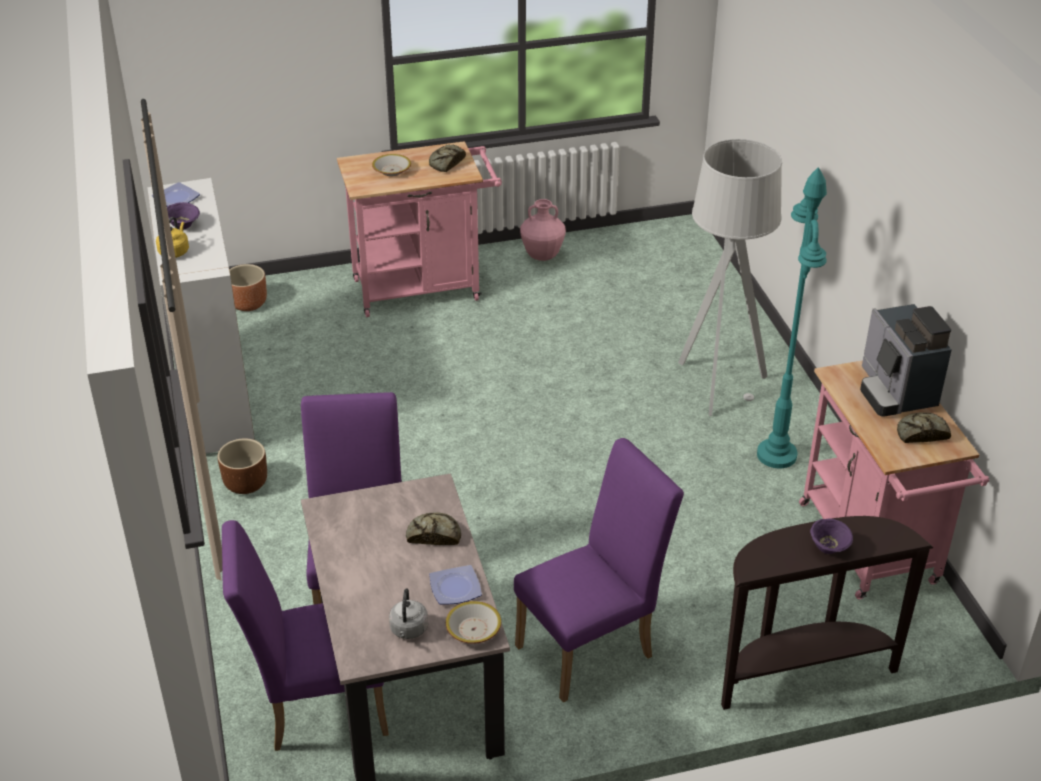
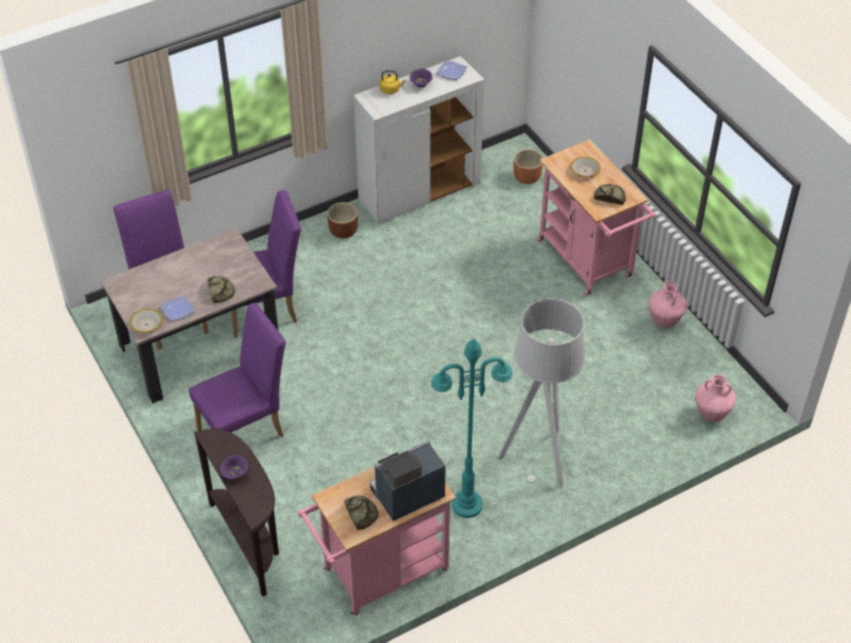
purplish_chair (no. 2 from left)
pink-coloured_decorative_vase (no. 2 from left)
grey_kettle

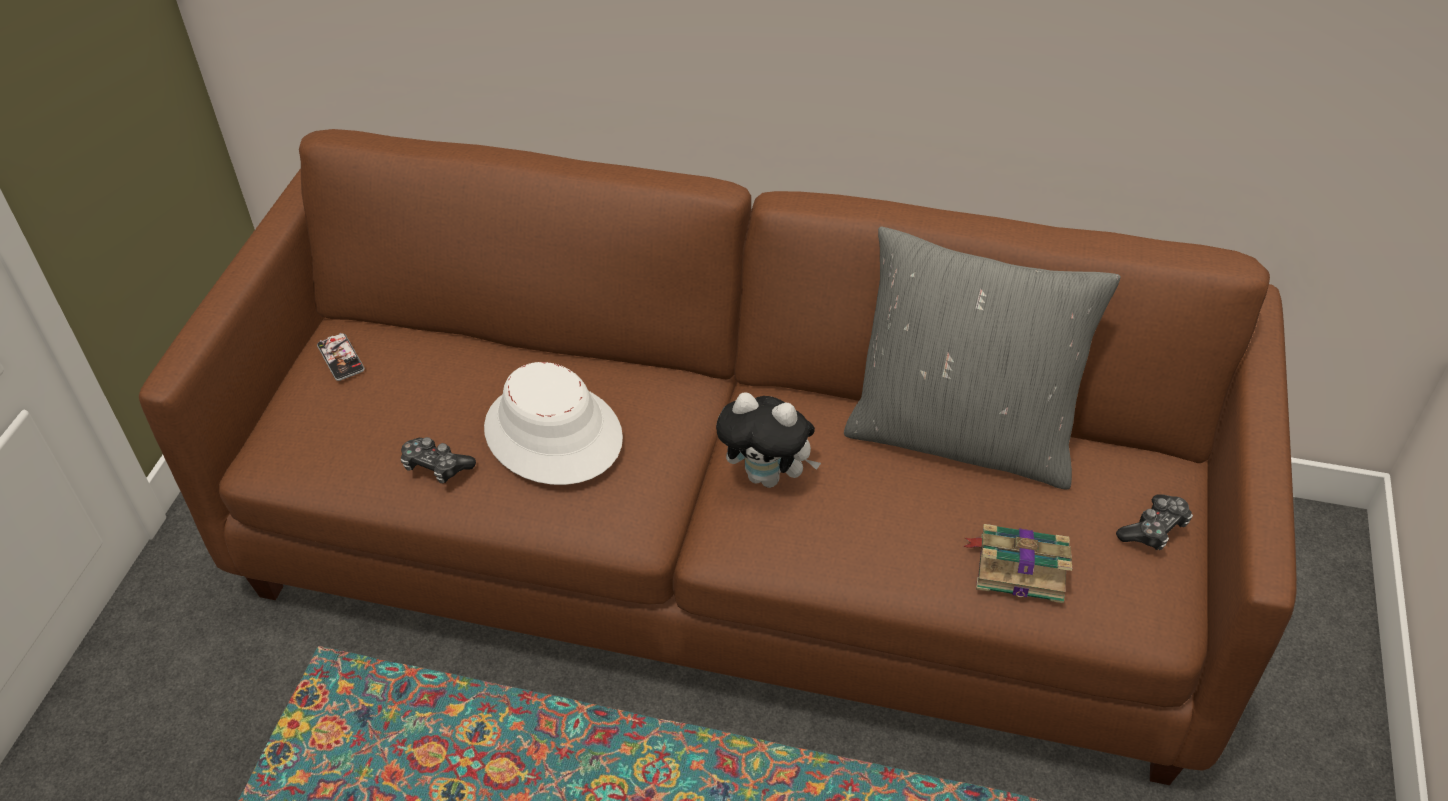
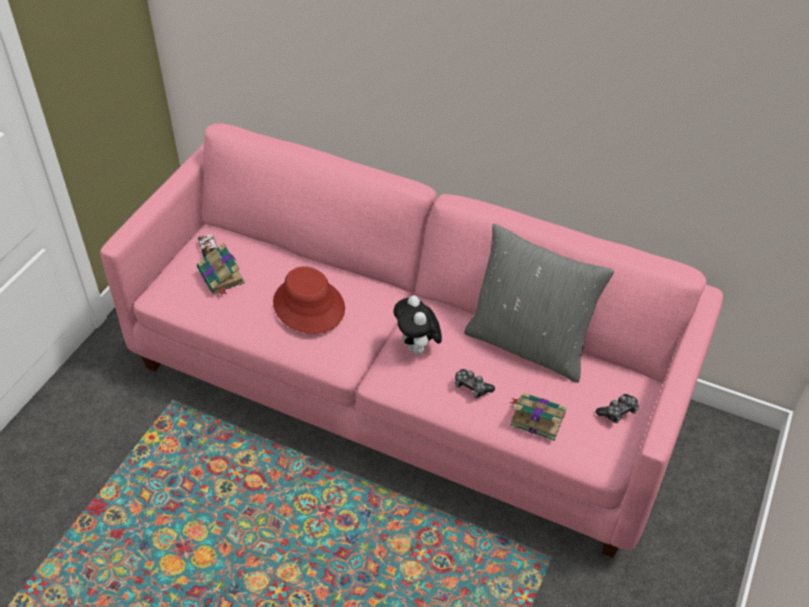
pink-coloured_couch
bound_book (no. 1 from left)
red-coloured_wearable_hat
soft_toy
joypad (no. 1 from left)

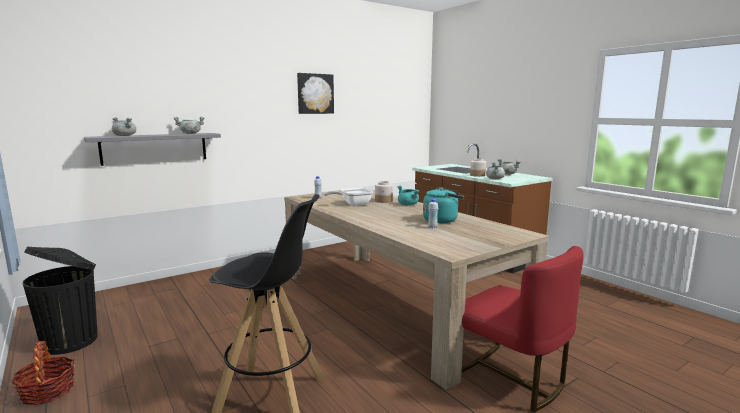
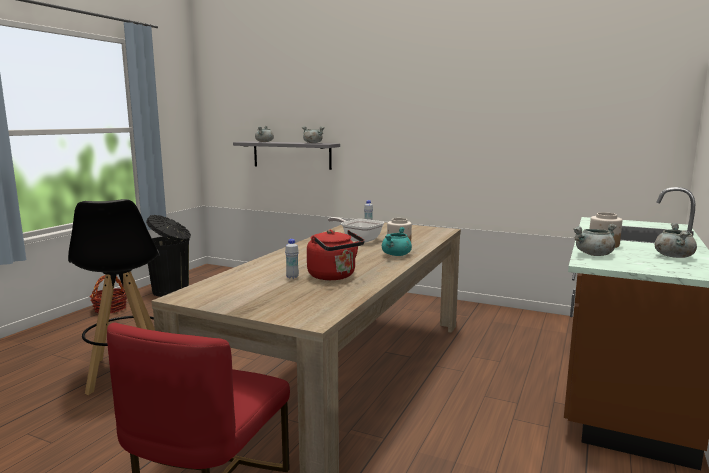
red-coloured_kettle
wall_art

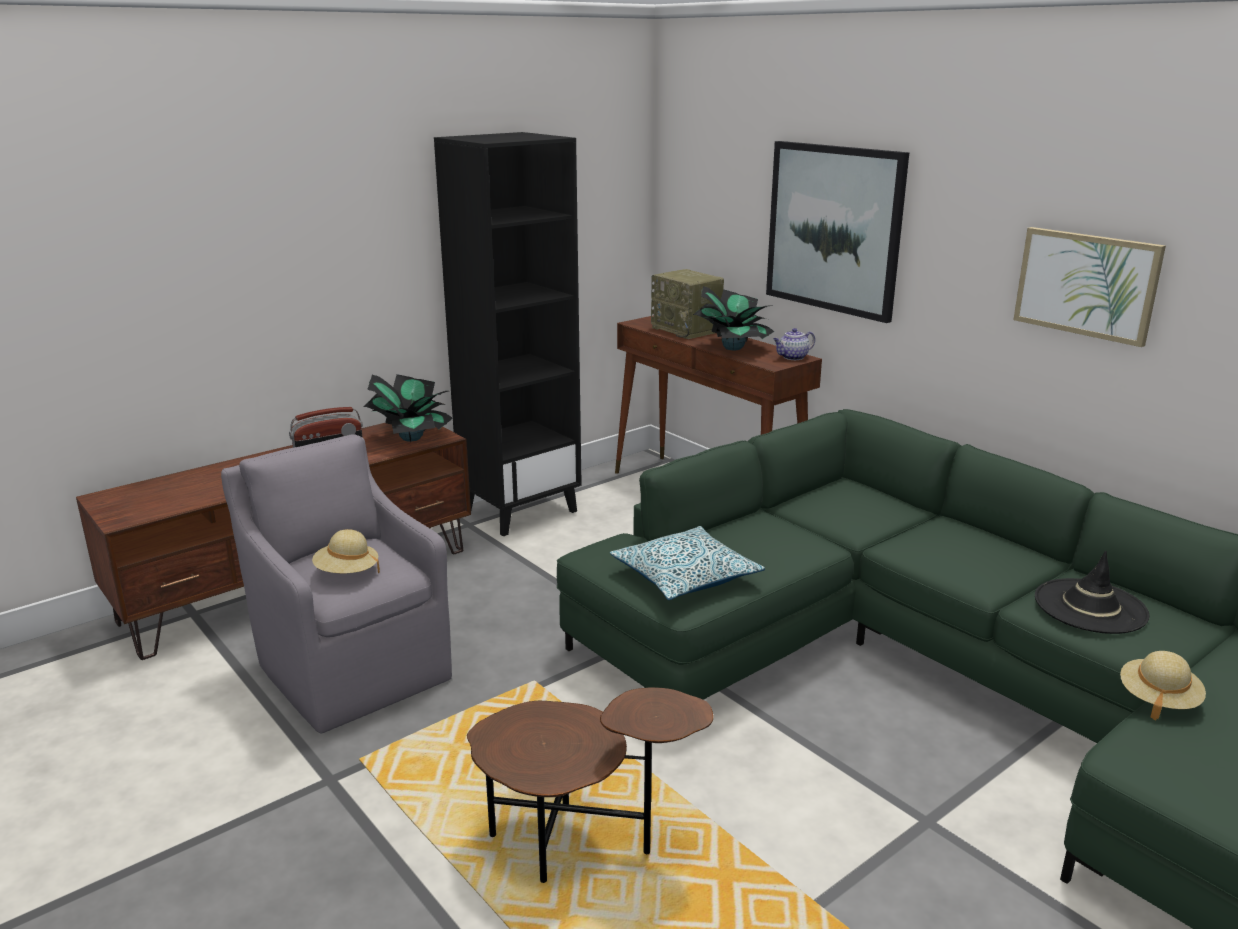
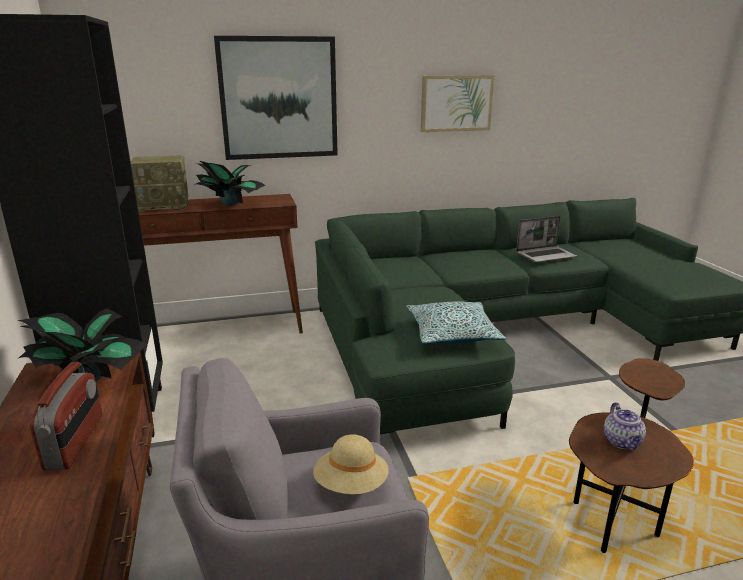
notebook_computer
pot_for_tea
sand-coloured_wearable_hat (no. 2 from left in the first image)

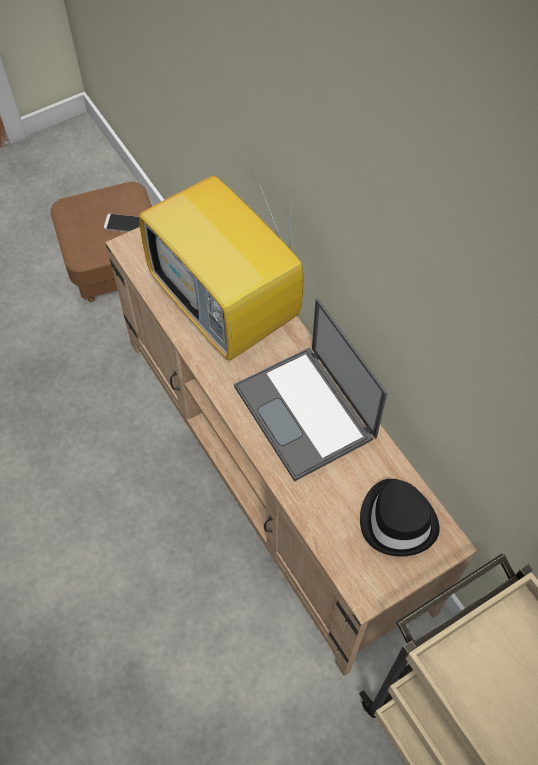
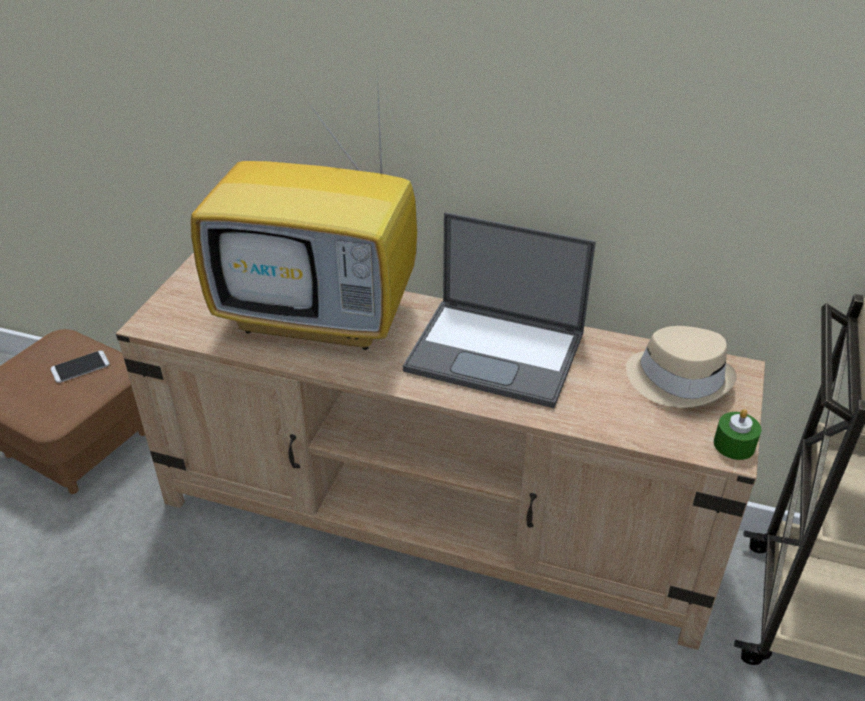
sand-coloured_wearable_hat
green-coloured_candle

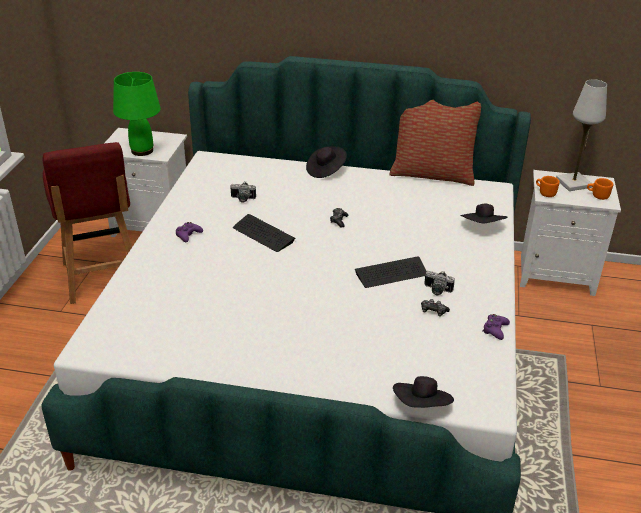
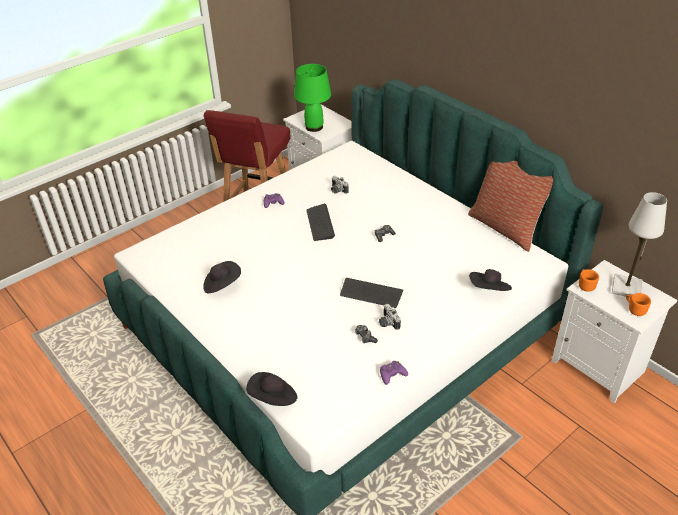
black_wearable_hat (no. 1 from left)

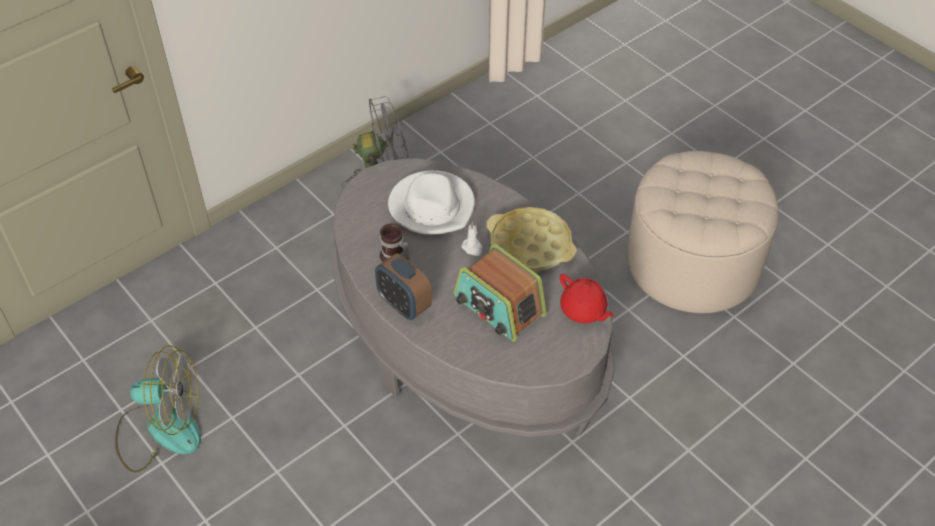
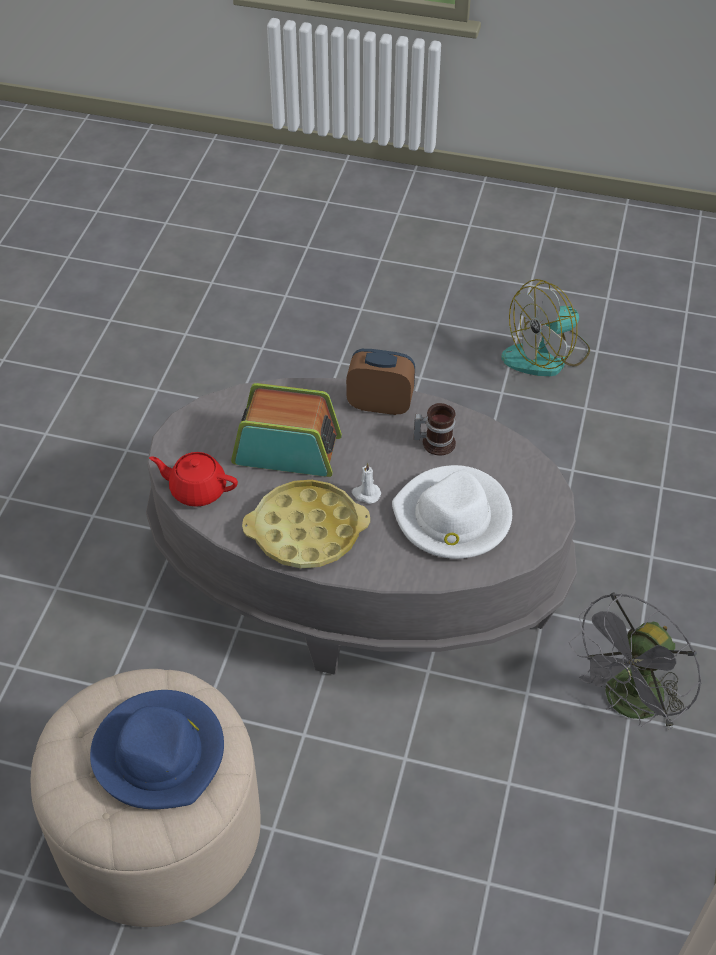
blue-coloured_wearable_hat

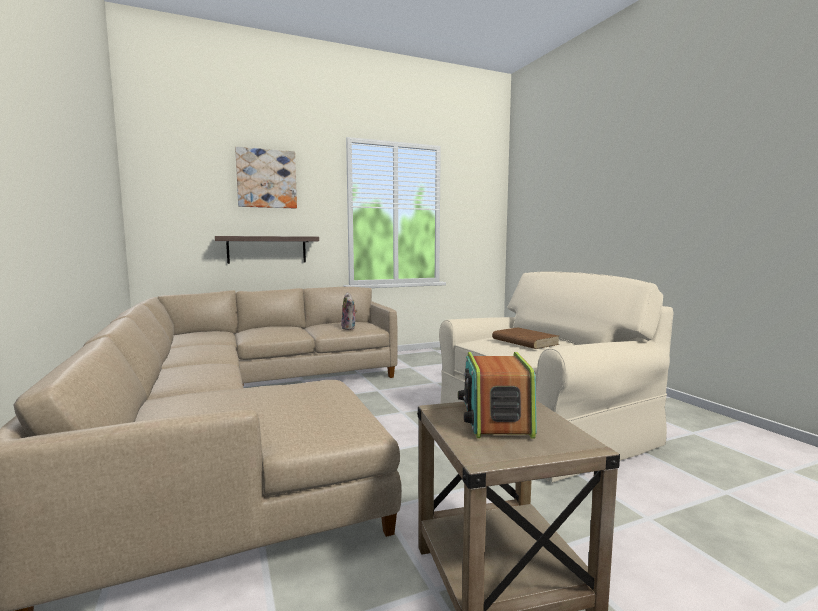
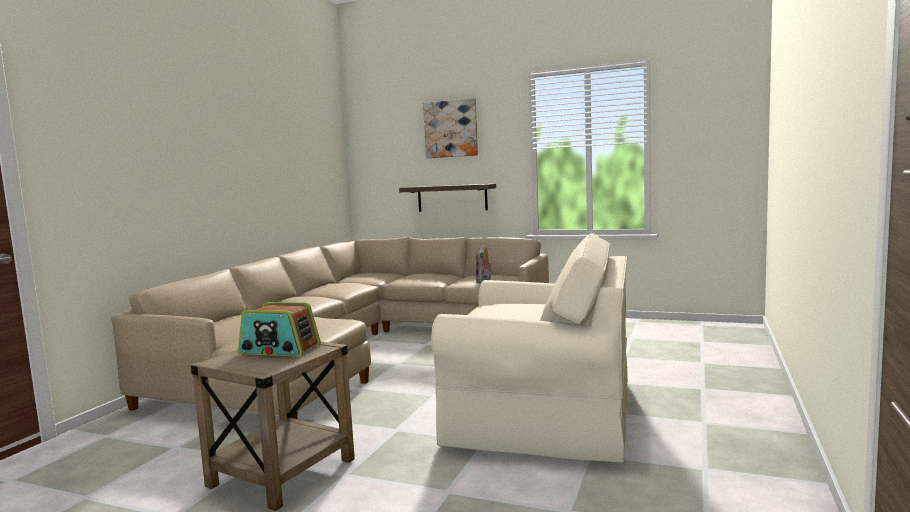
radio
brown-coloured_bound_book

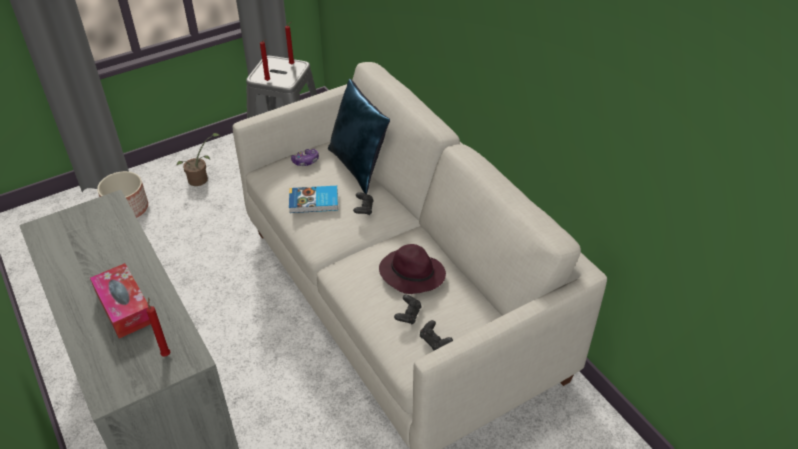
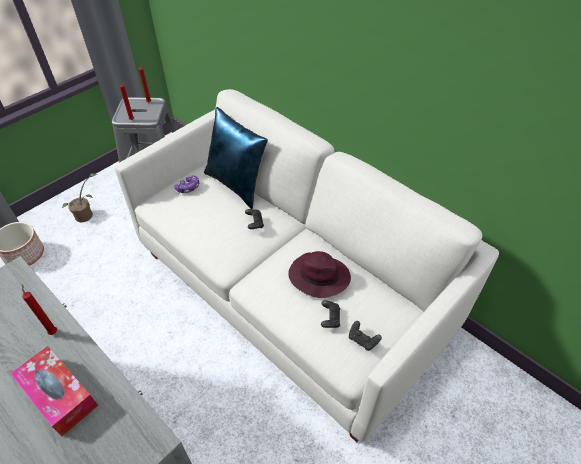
red-coloured_candle (no. 1 from left)
bound_book

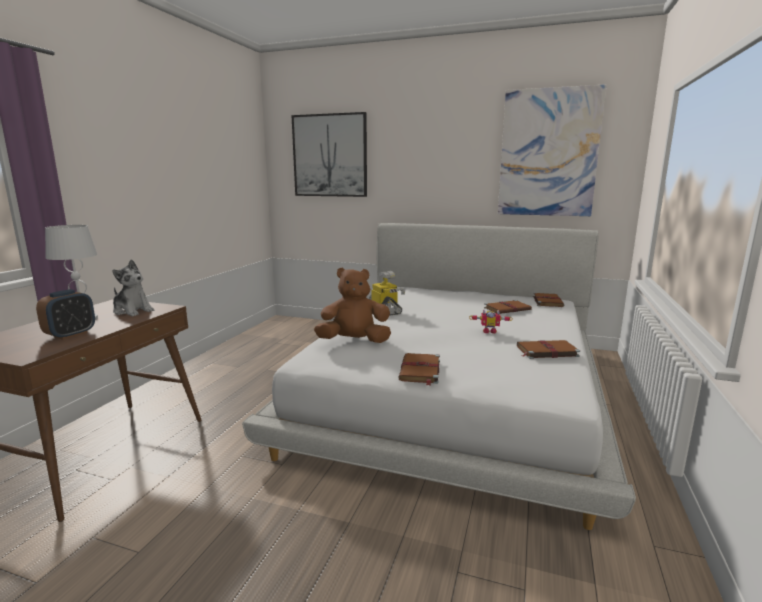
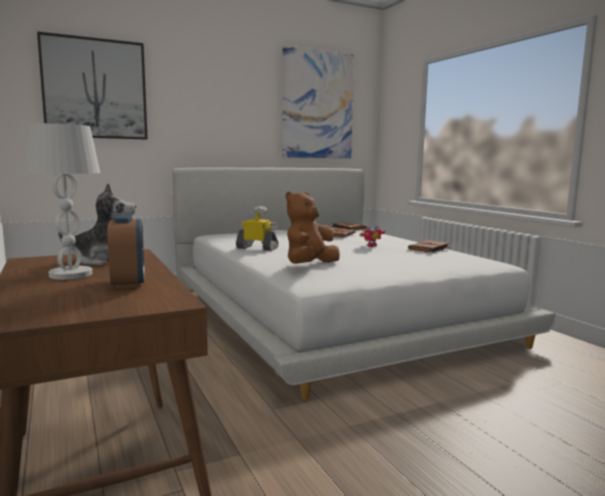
brown-coloured_bound_book (no. 1 from left in the first image)

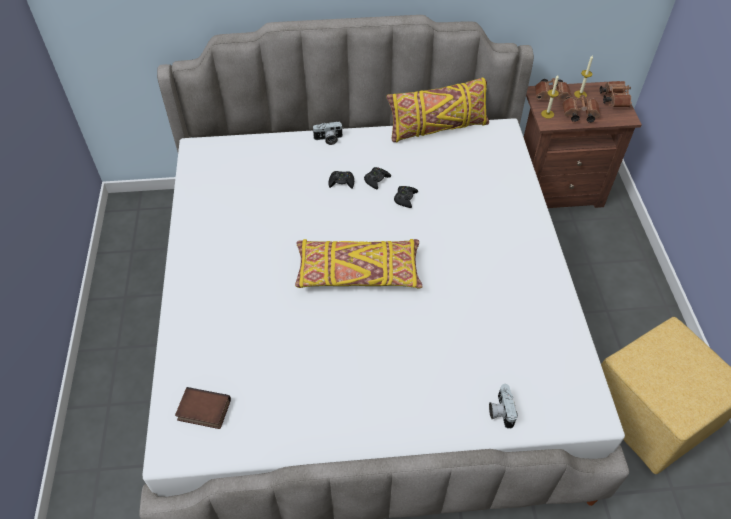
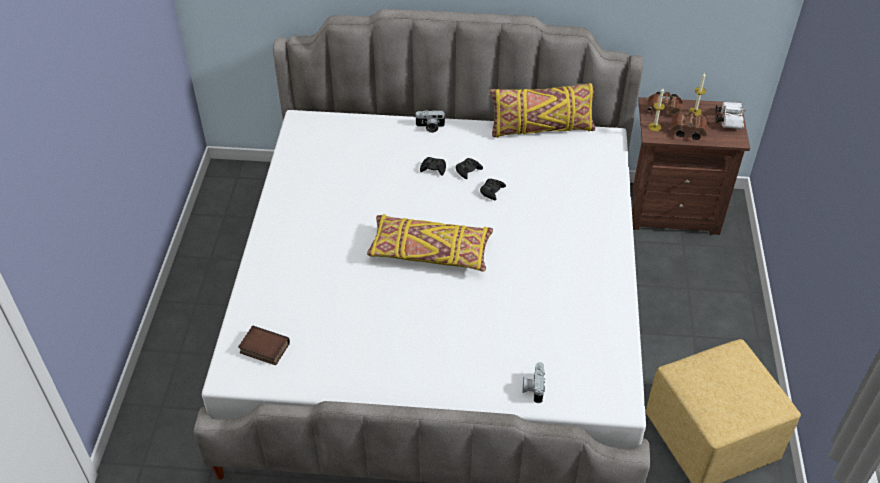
white_pair_of_binoculars

